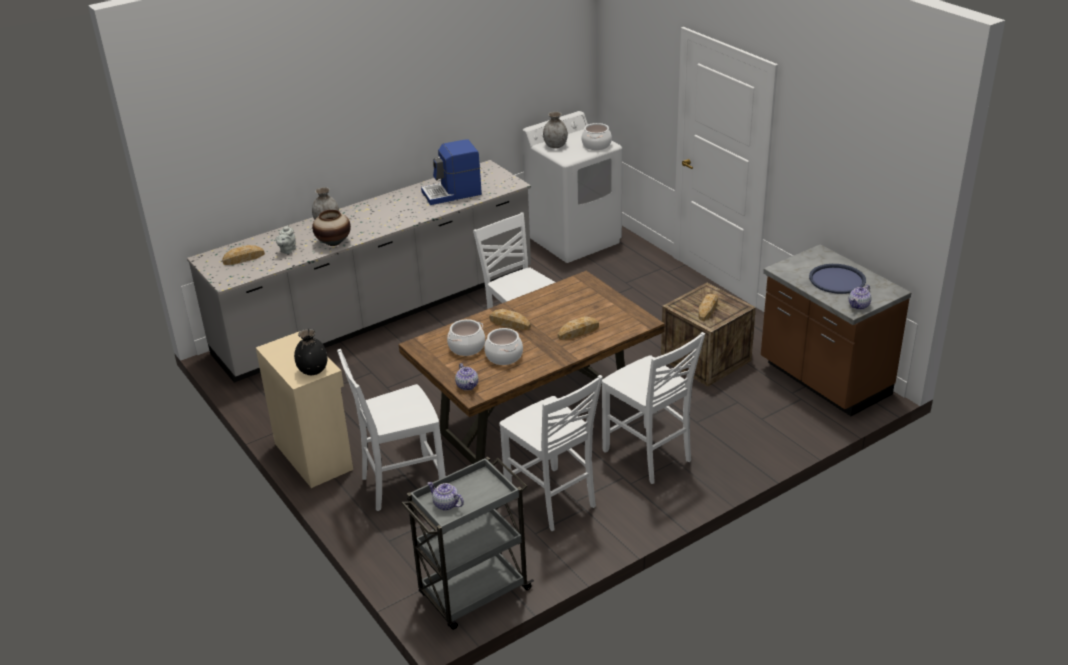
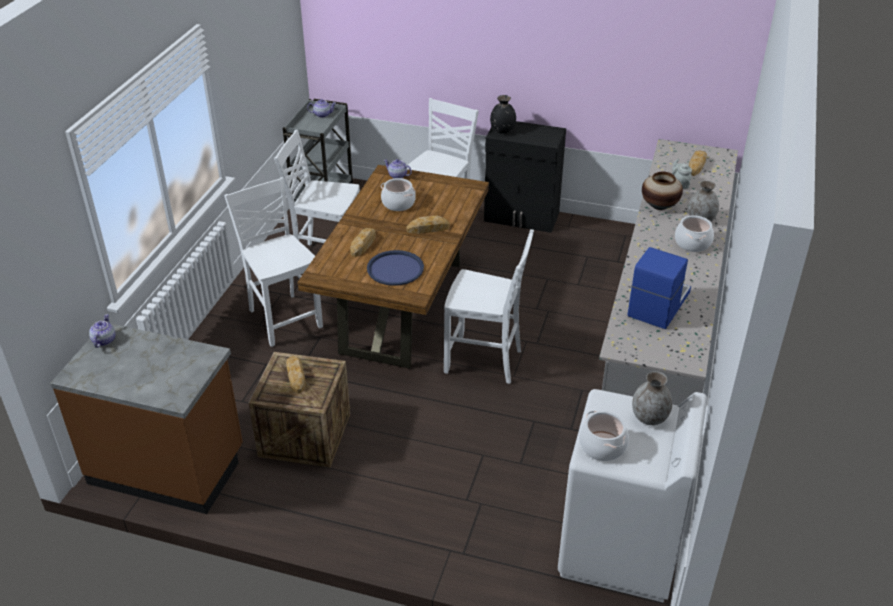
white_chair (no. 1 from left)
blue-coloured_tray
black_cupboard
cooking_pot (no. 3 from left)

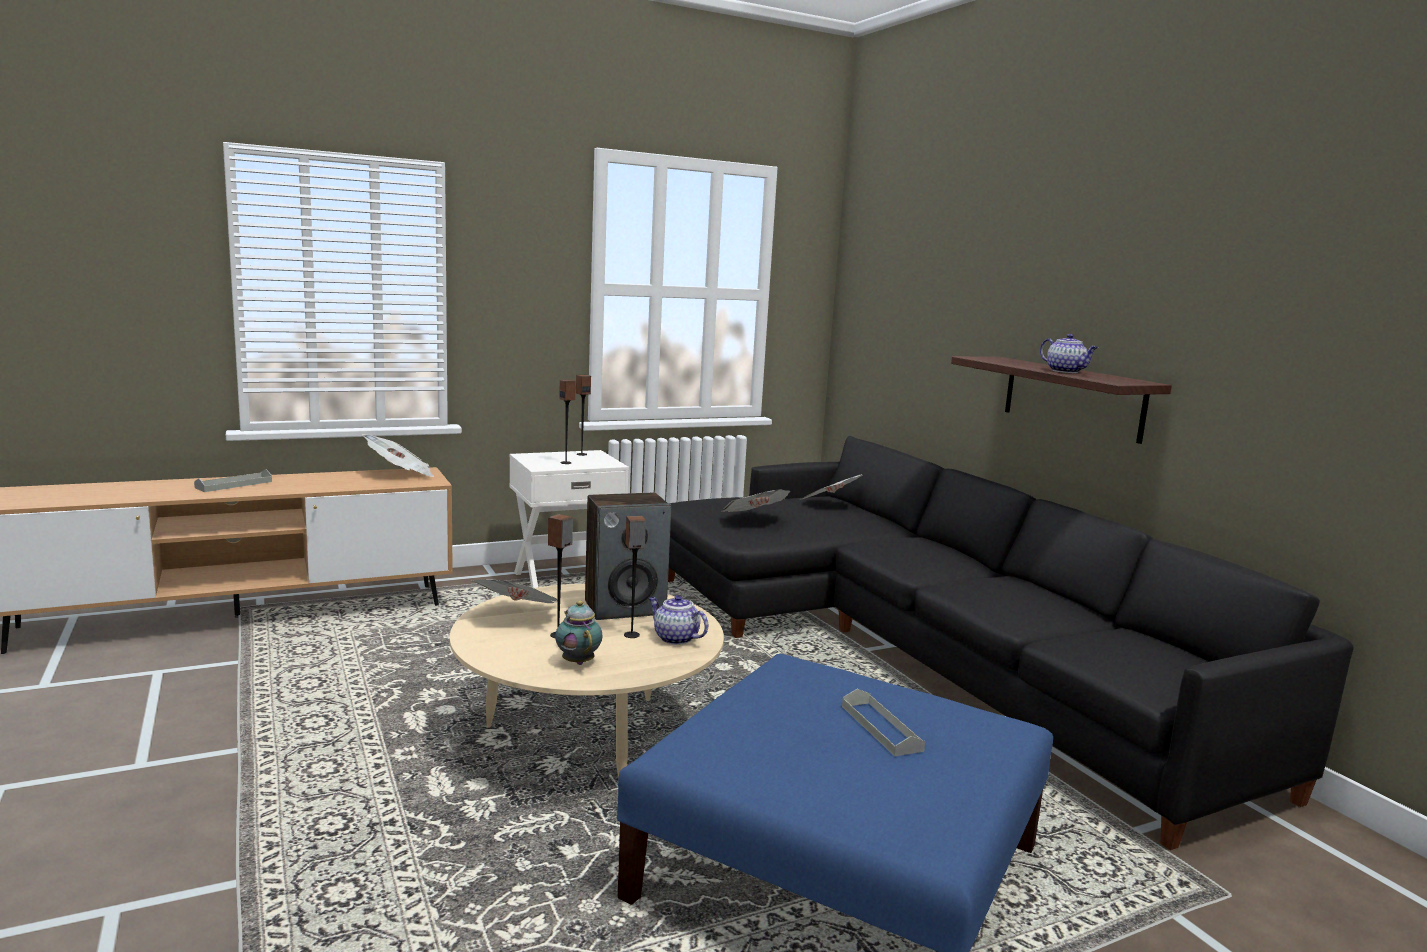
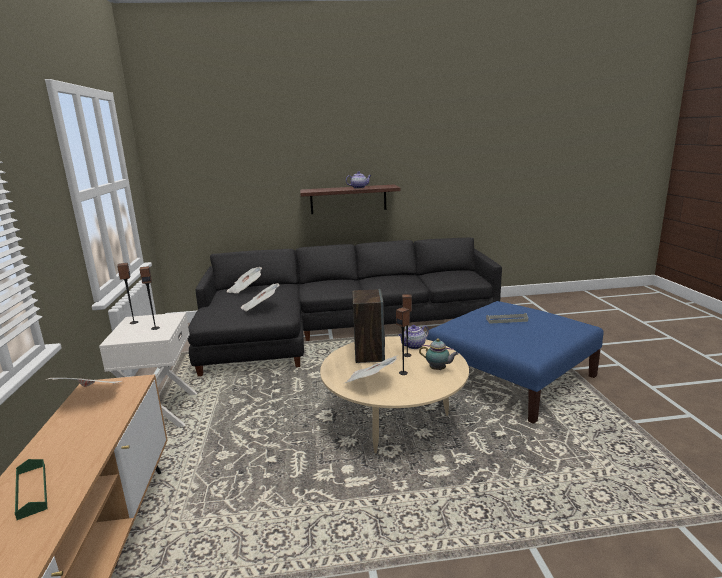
green-coloured_tray
pot_for_tea (no. 3 from left)

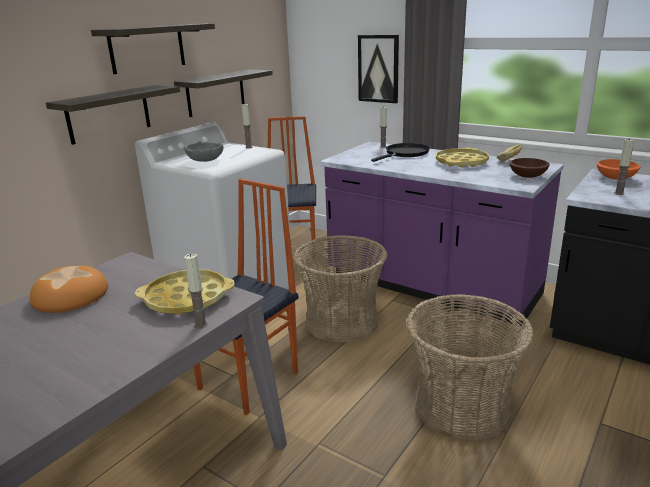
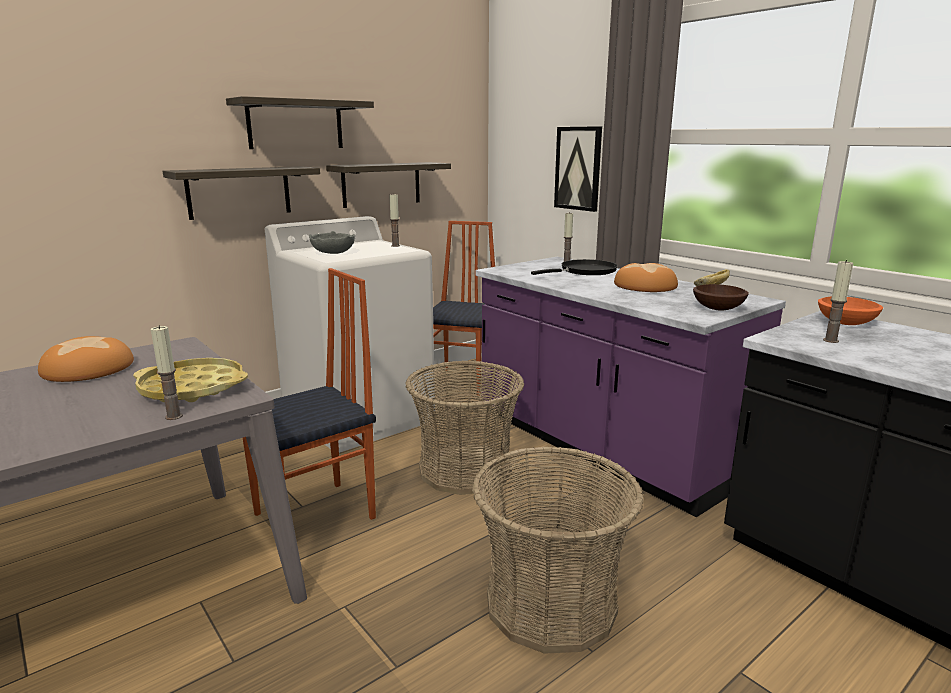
bread (no. 2 from left)

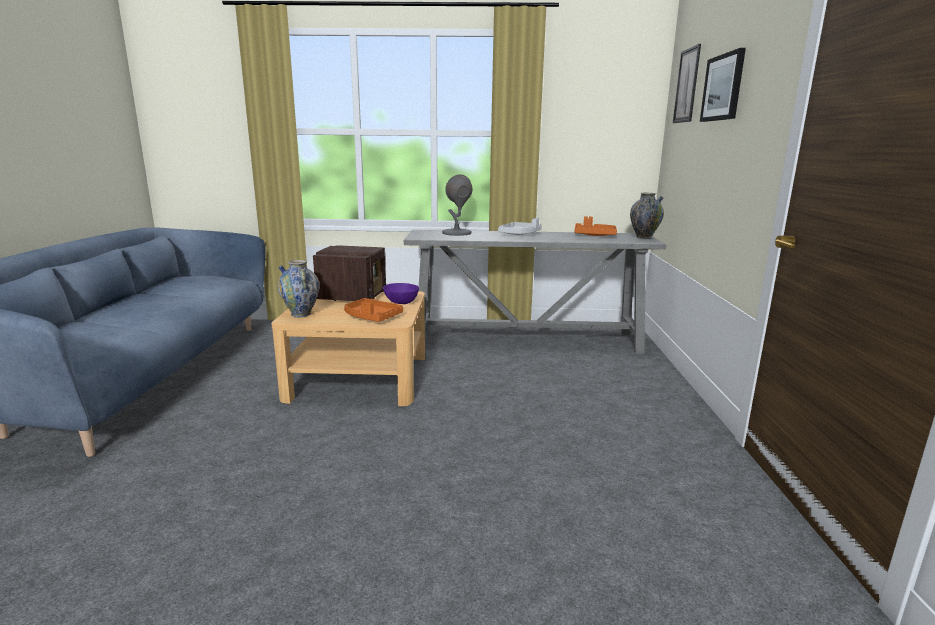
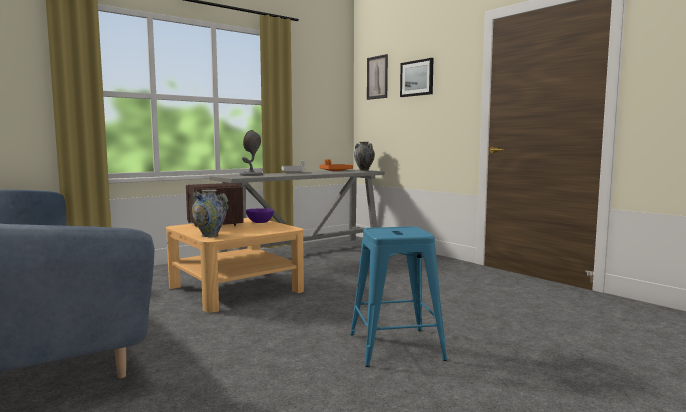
blue-coloured_stool
orange_tray (no. 1 from left in the first image)

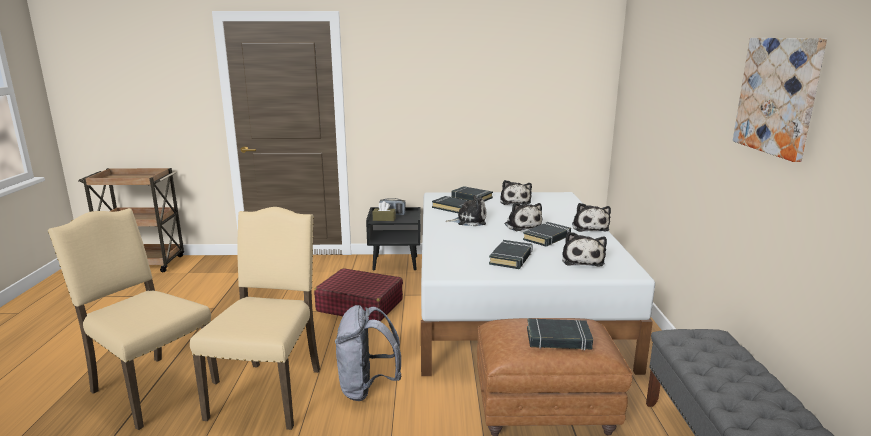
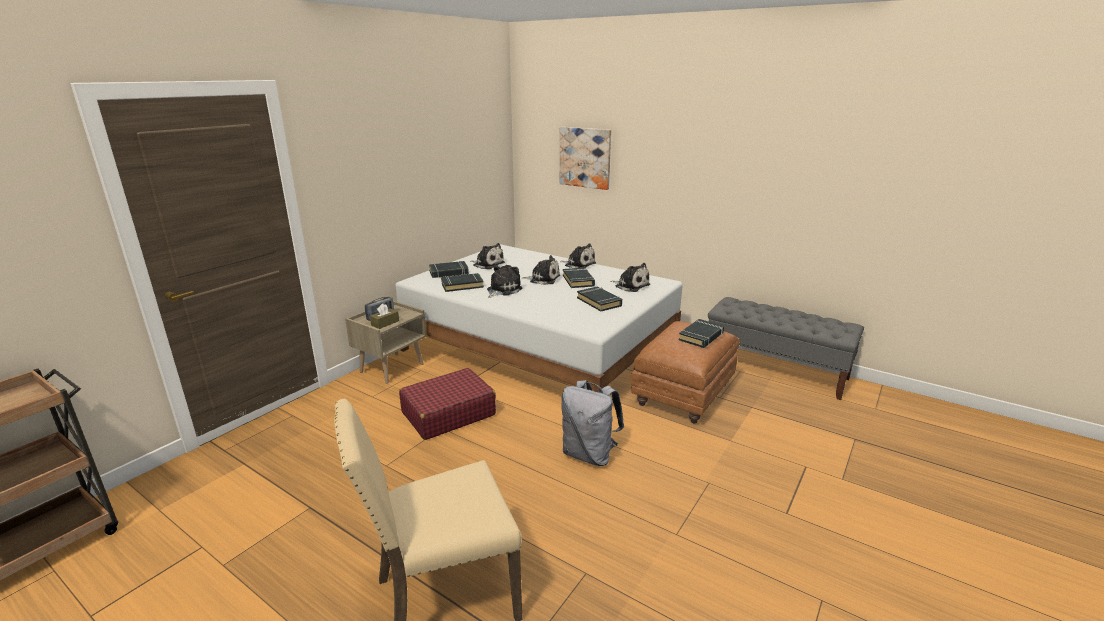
sand-coloured_night_table
wall_art
sand-coloured_chair (no. 2 from left in the first image)

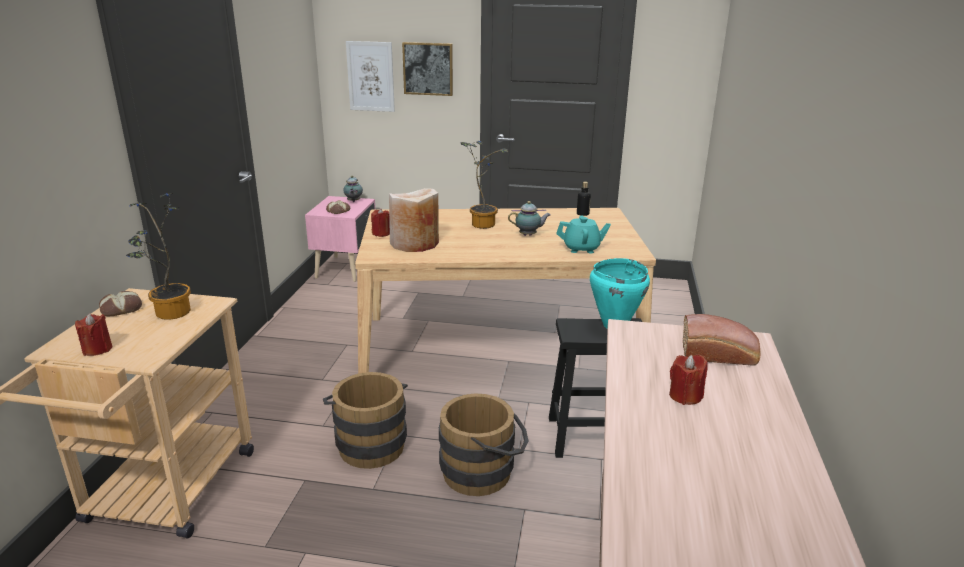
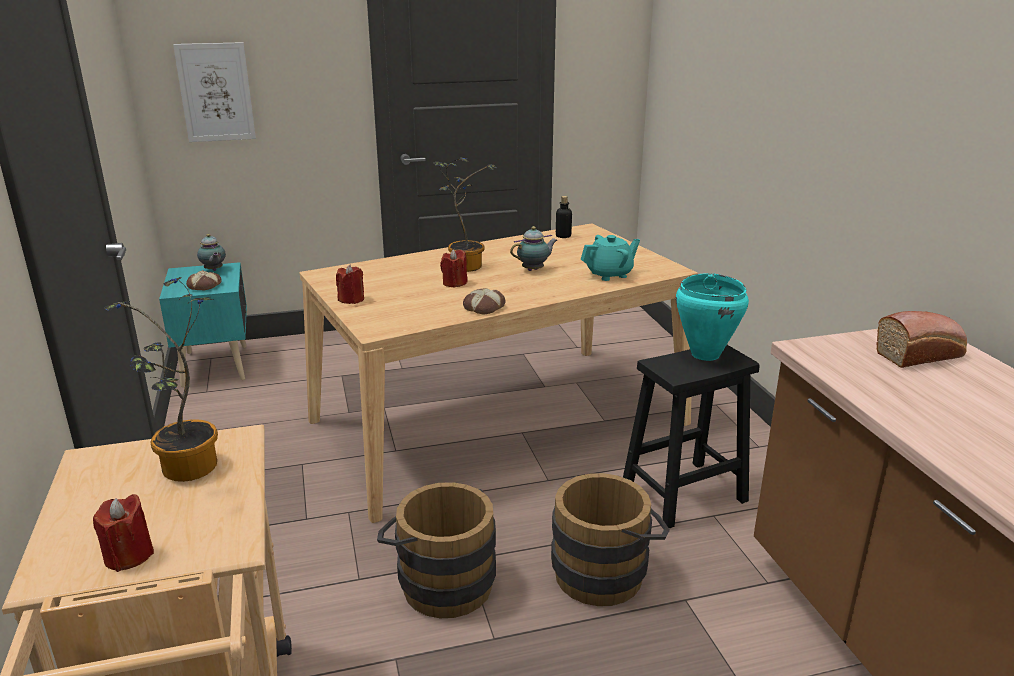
turquoise-coloured_night_table
red-coloured_candle (no. 3 from left)
bread (no. 2 from left)
sand-coloured_decorative_vase
wall_art (no. 2 from left in the first image)

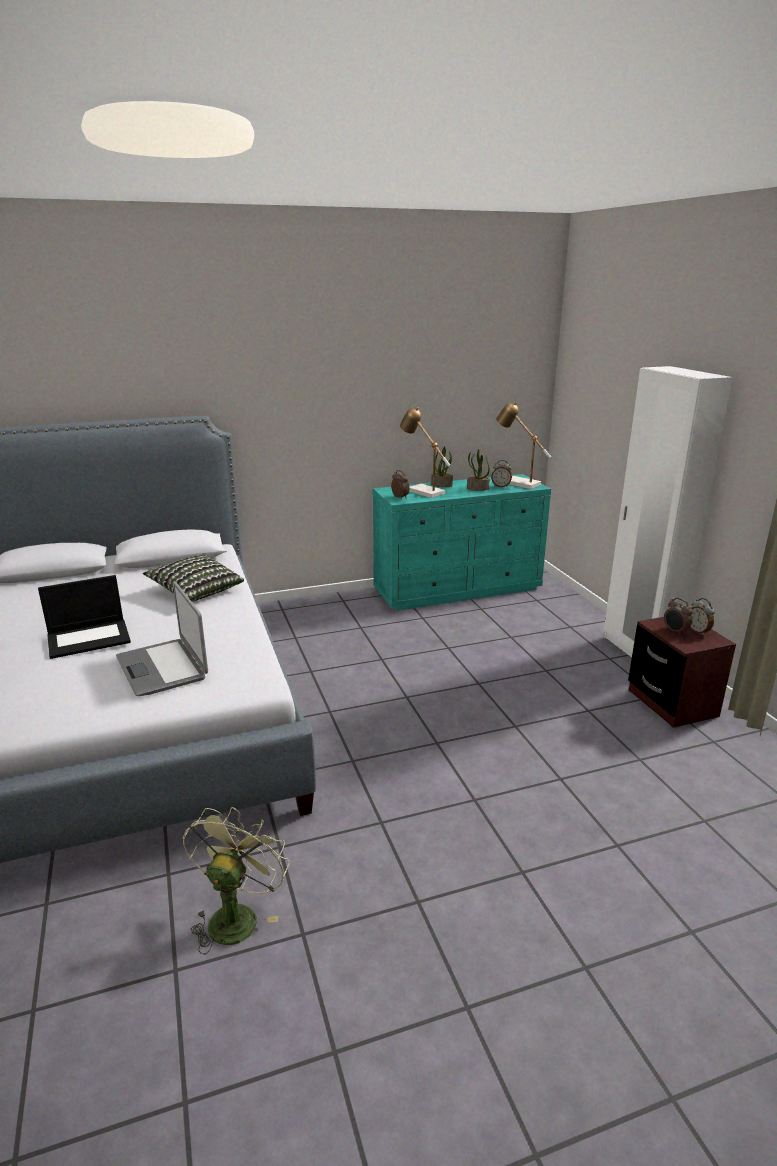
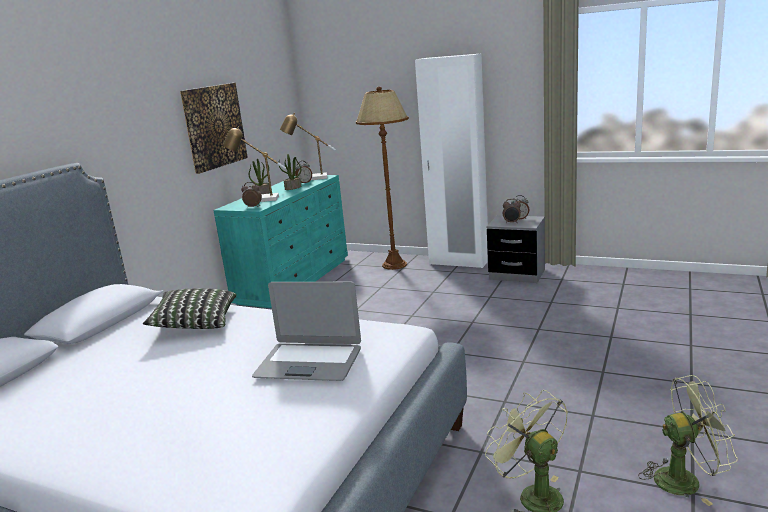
wall_art
brown-coloured_standing_lamp
grey_night_table
green-coloured_fan (no. 2 from left)
notebook_computer (no. 1 from left in the first image)

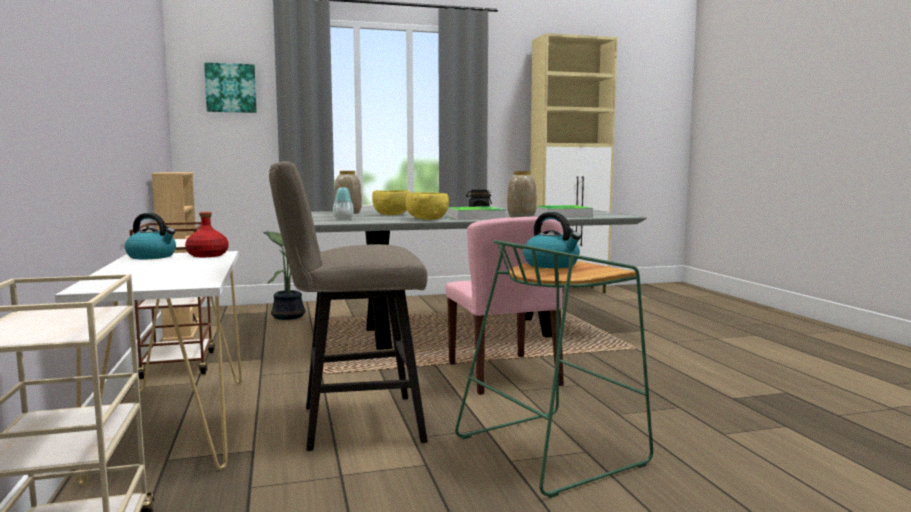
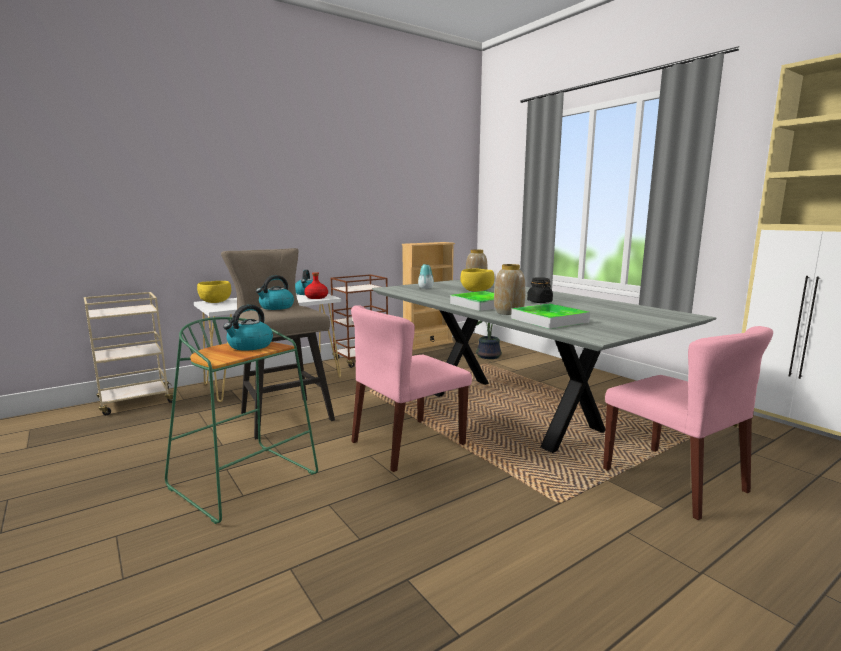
yellowish_bowl (no. 1 from left)
kettle (no. 2 from left)
pink-coloured_chair (no. 2 from left)
wall_art

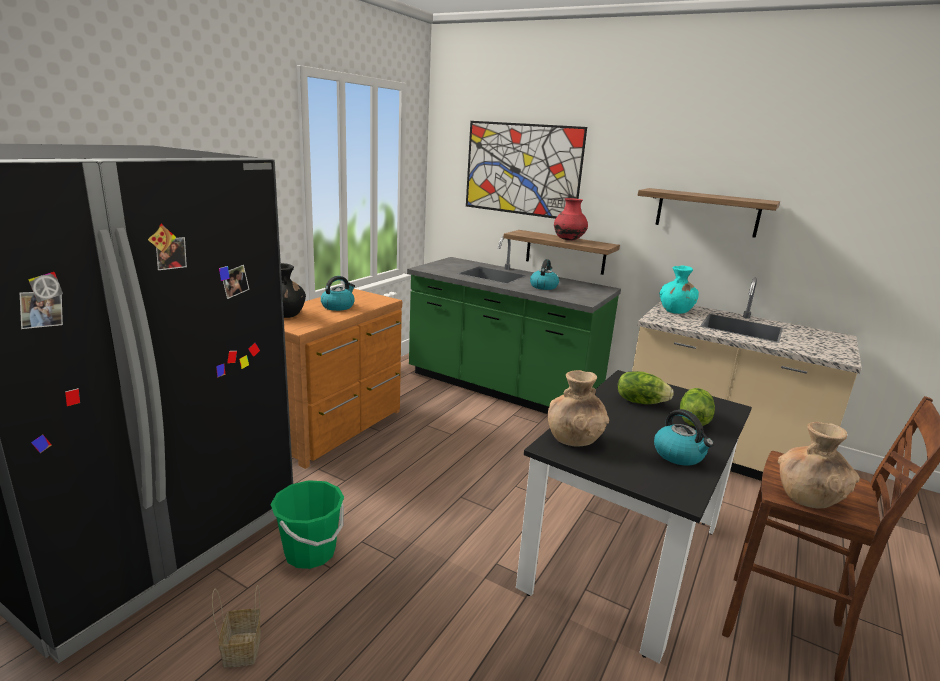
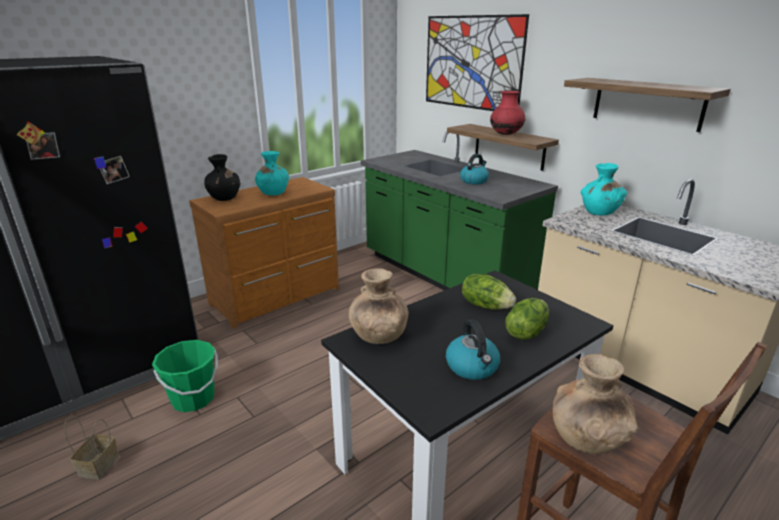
turquoise-coloured_decorative_vase (no. 1 from left)

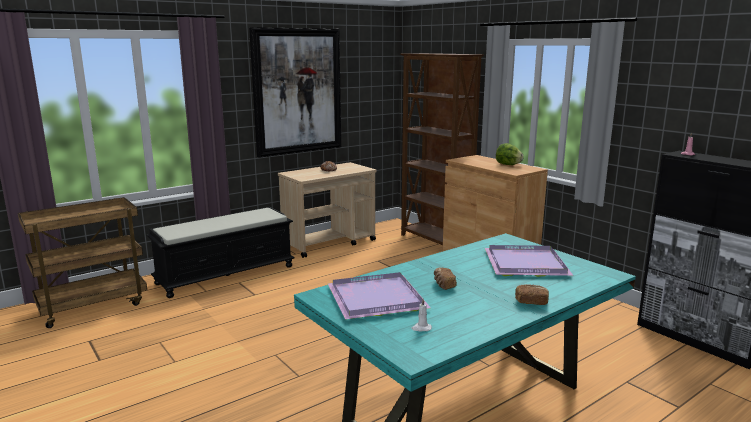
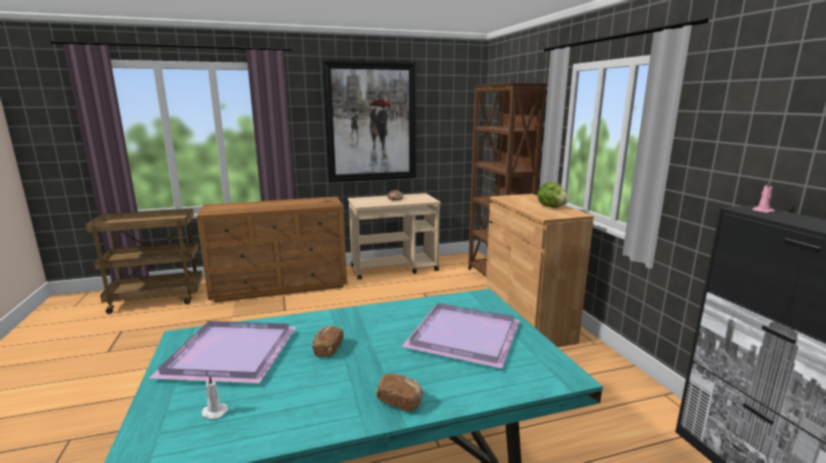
brown-coloured_drawer_chest

